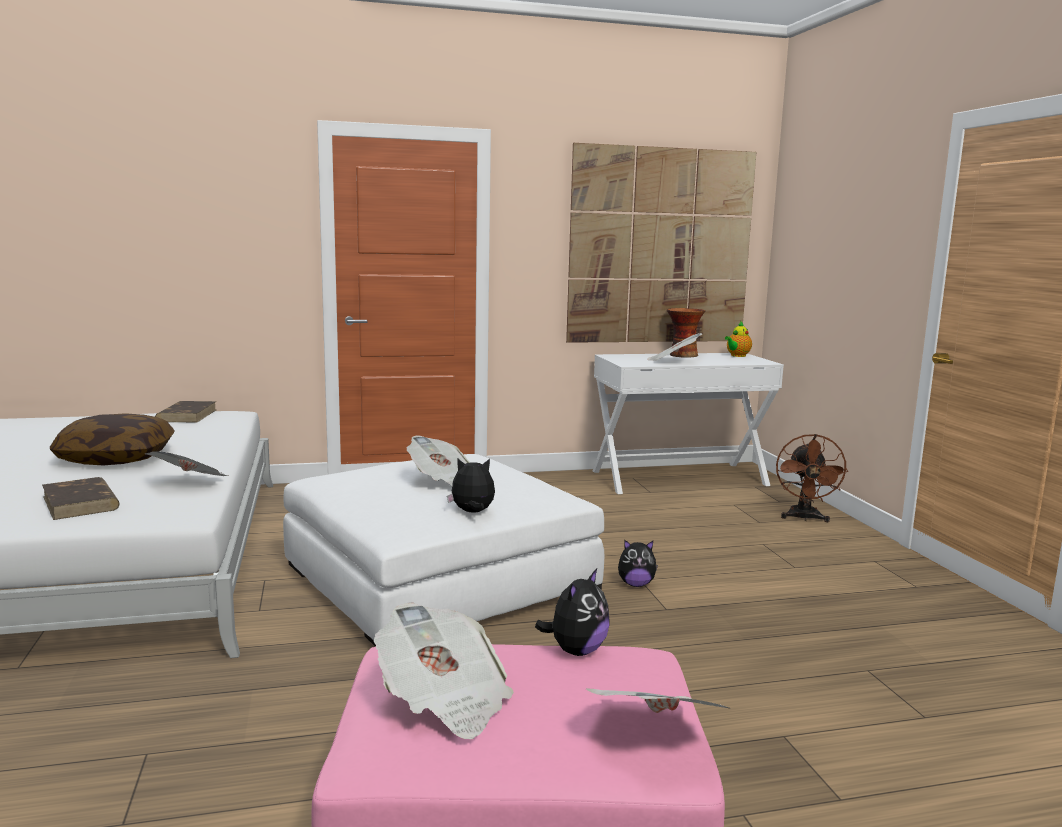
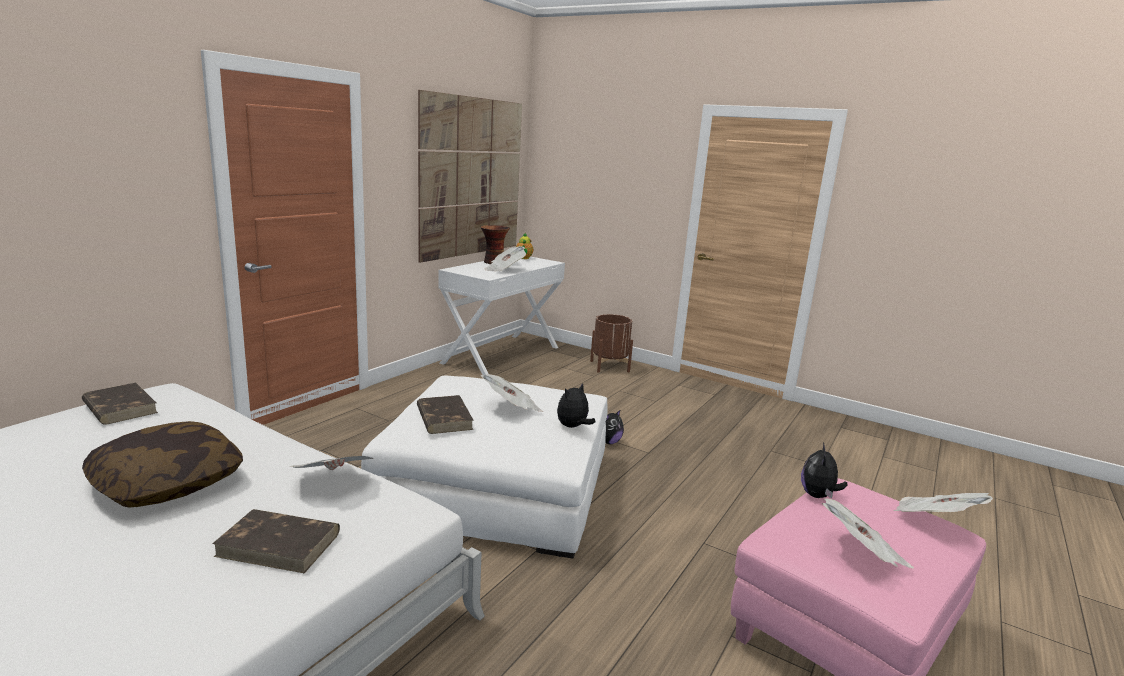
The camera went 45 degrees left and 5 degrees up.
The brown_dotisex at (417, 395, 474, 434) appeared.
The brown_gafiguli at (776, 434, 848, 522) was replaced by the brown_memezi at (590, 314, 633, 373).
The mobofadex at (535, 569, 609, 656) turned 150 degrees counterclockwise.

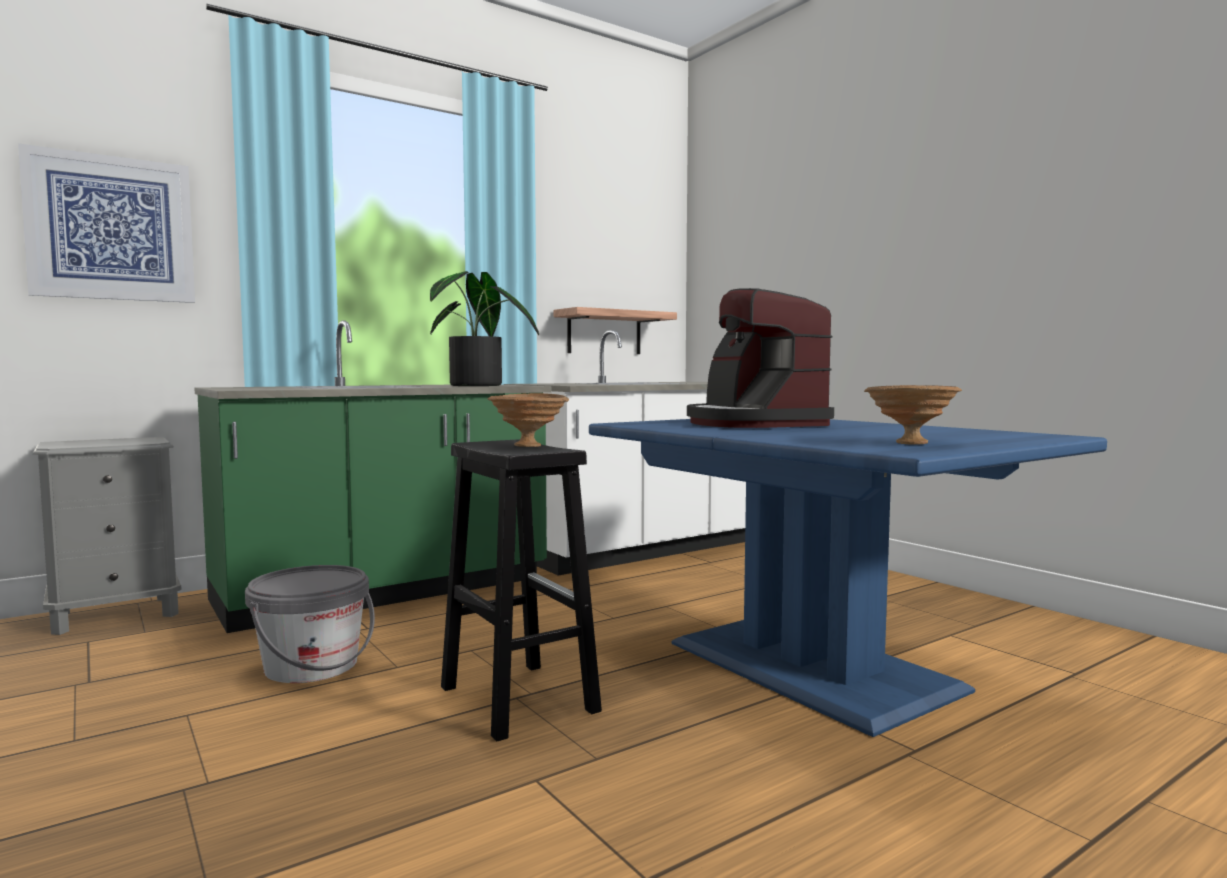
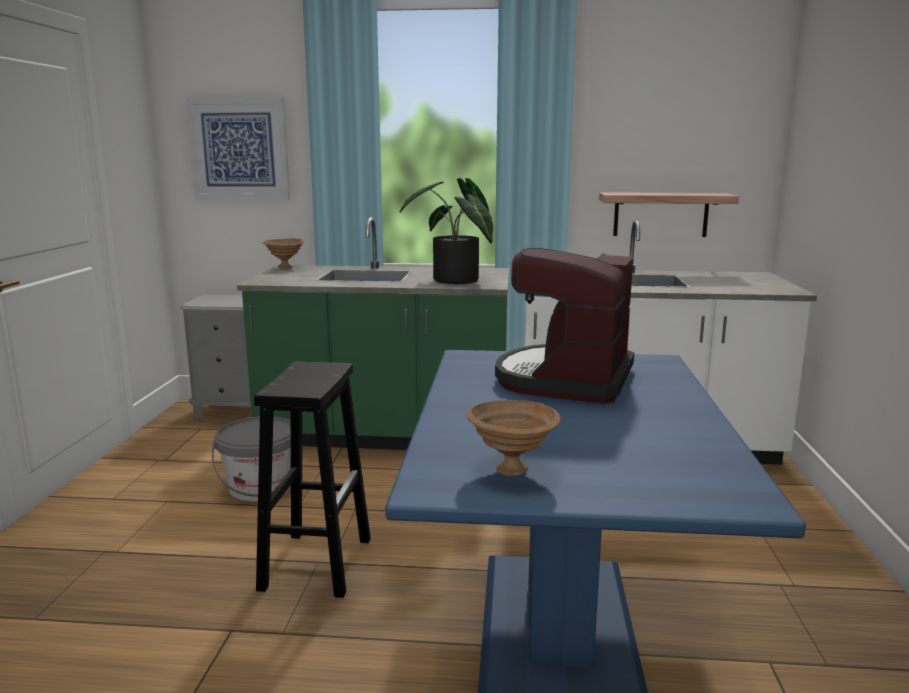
The camera went 40 degrees right and 10 degrees up.
The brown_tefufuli moved from (487, 393, 569, 447) to (263, 238, 304, 268).

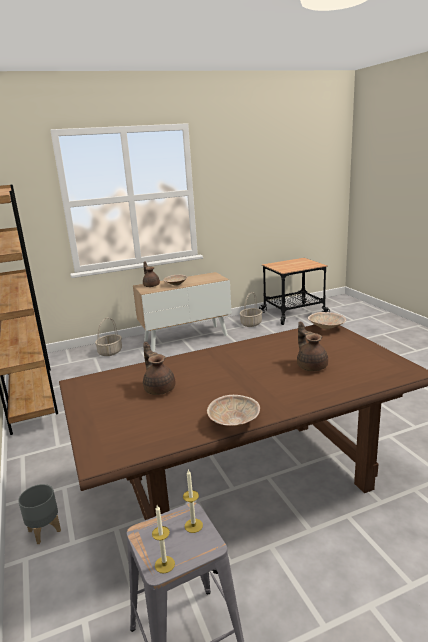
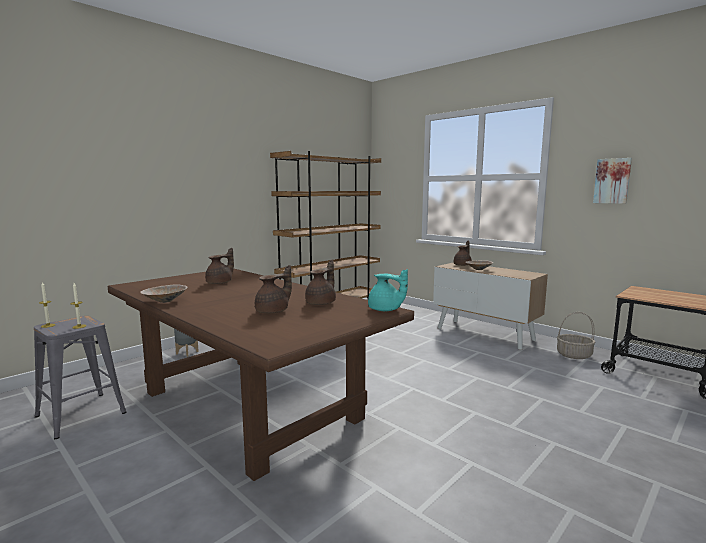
The camera went 65 degrees right and 10 degrees down.
The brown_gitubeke at (305, 260, 336, 305) appeared.
The beige_tefufuli at (308, 312, 346, 329) was replaced by the turquoise_gitubeke at (368, 269, 408, 311).
The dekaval at (593, 158, 632, 204) appeared.
The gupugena at (95, 318, 122, 356) disappeared.

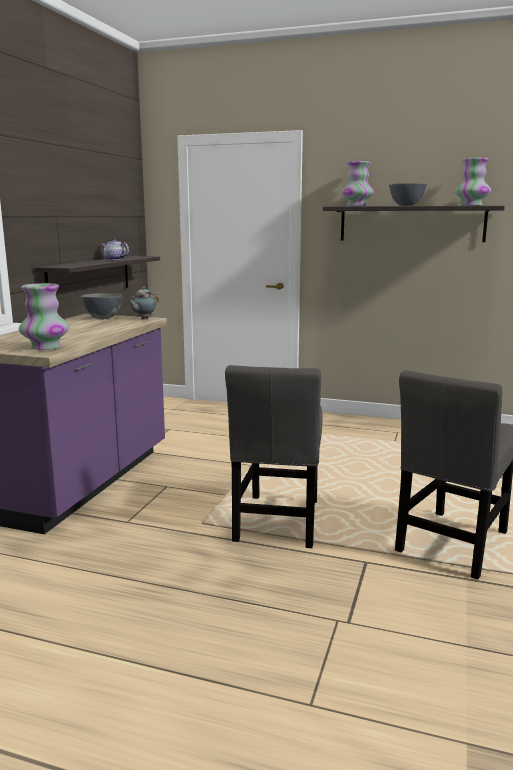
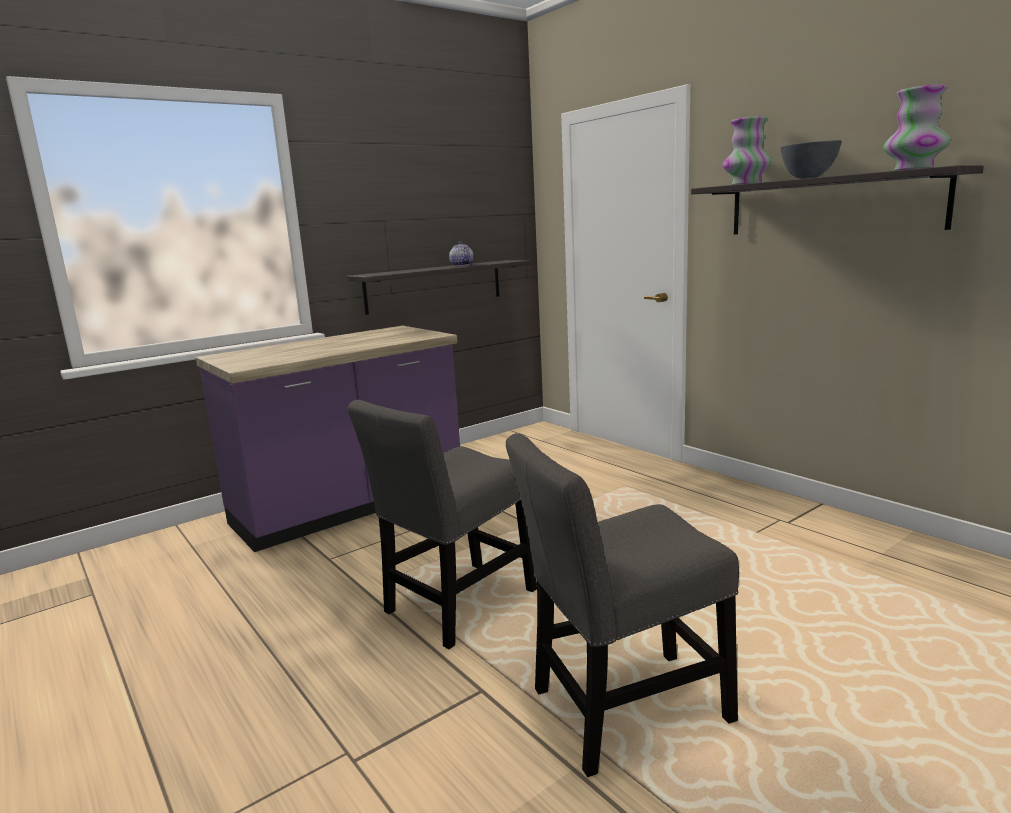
The camera went 35 degrees right and 0 degrees up.
The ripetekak at (19, 283, 69, 350) disappeared.
The grey_tefufuli at (81, 293, 123, 319) disappeared.
The gitubeke at (127, 286, 159, 319) disappeared.

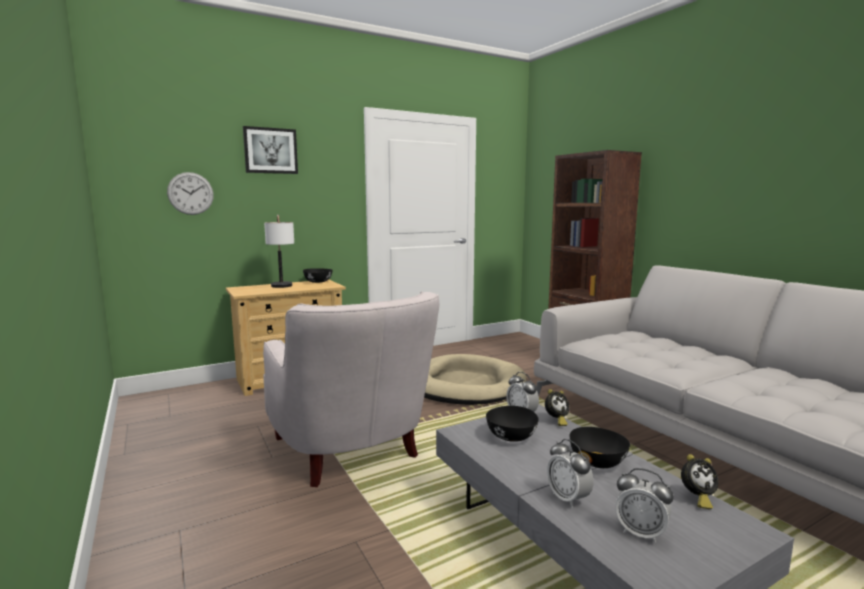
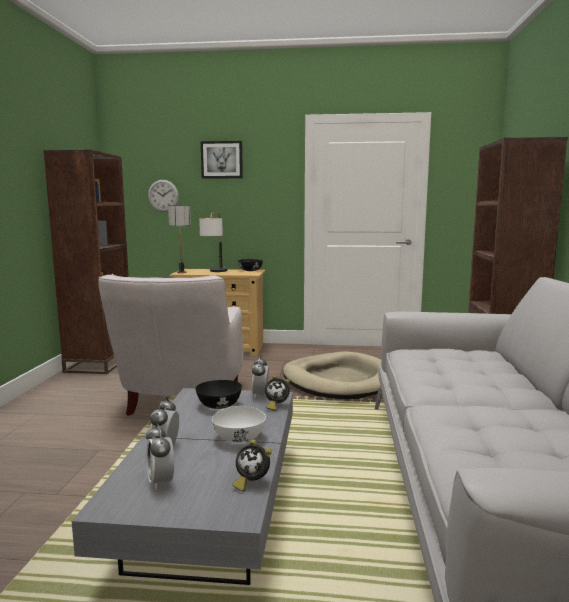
The camera went 35 degrees right and 0 degrees up.
The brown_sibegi at (43, 150, 129, 374) appeared.
The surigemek at (168, 205, 191, 273) appeared.
The black_tefufuli at (569, 427, 630, 468) became the white_tefufuli at (212, 406, 266, 443).

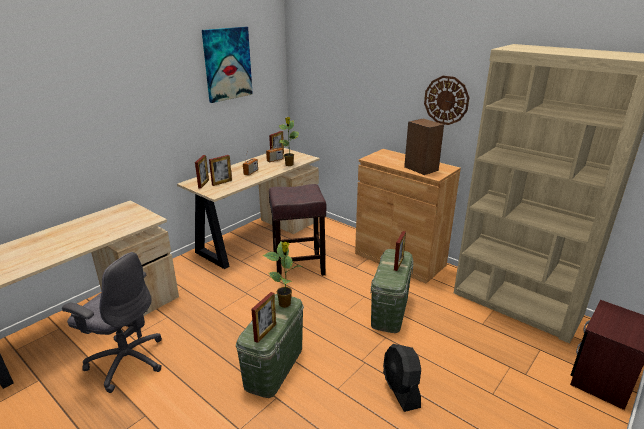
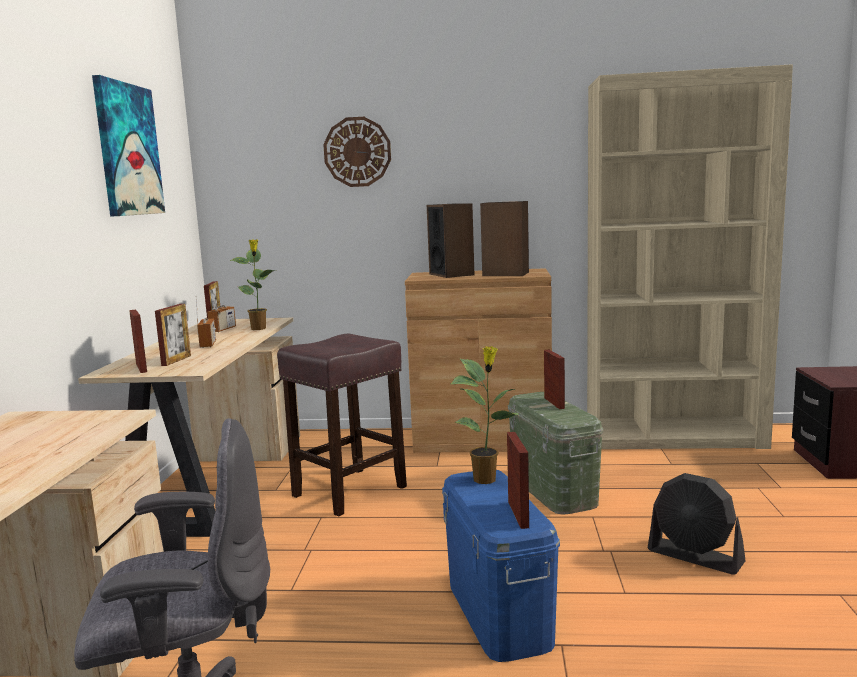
The camera went 35 degrees left and 15 degrees down.
The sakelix moved from (424, 76, 470, 125) to (323, 117, 391, 187).
The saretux at (427, 203, 474, 278) appeared.
The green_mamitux at (236, 294, 304, 398) became the blue_mamitux at (442, 470, 560, 662).

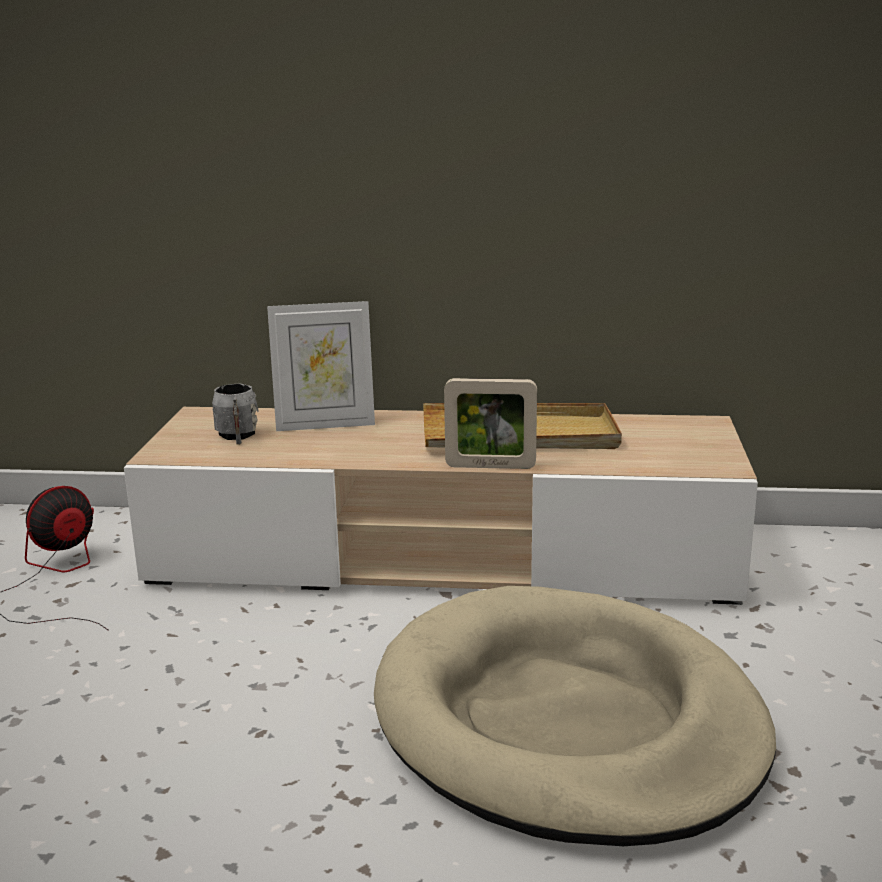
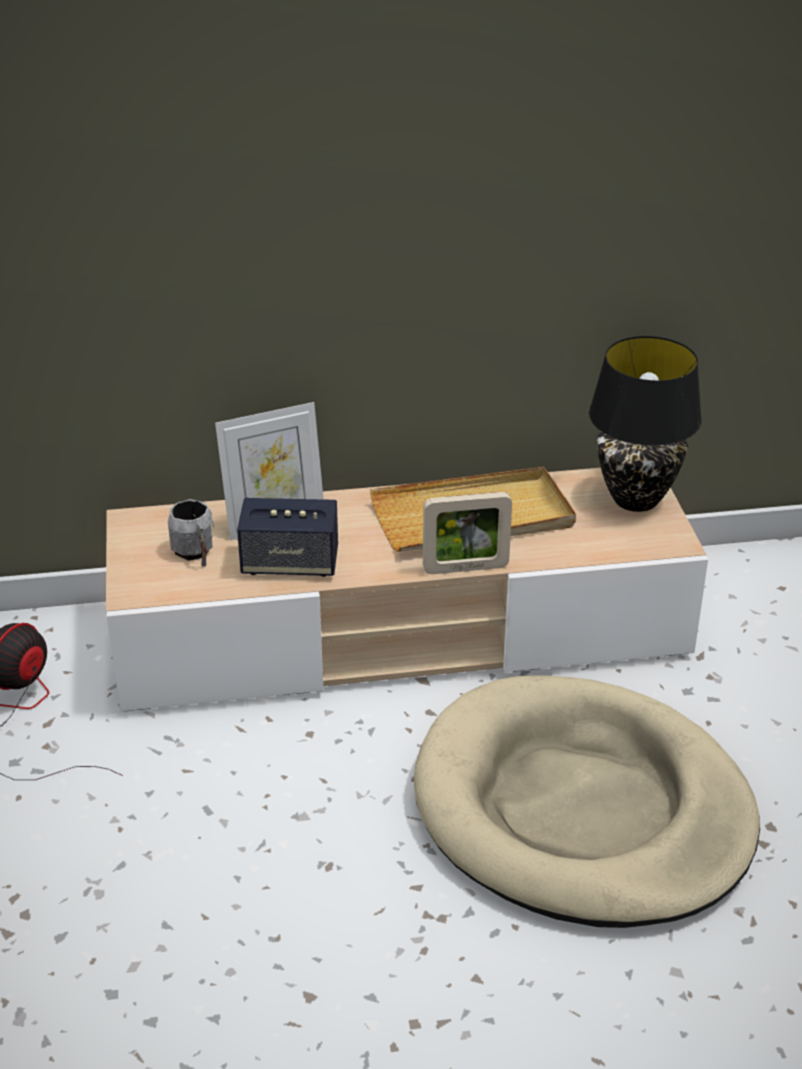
The camera went 15 degrees left and 15 degrees up.
The saretux at (237, 498, 338, 577) appeared.
The black_surigemek at (589, 336, 702, 512) appeared.

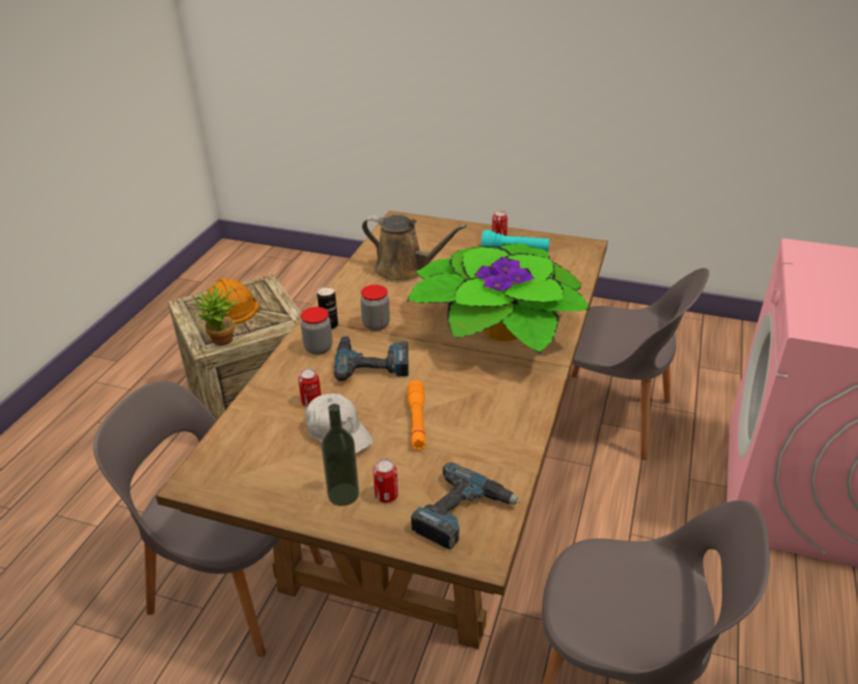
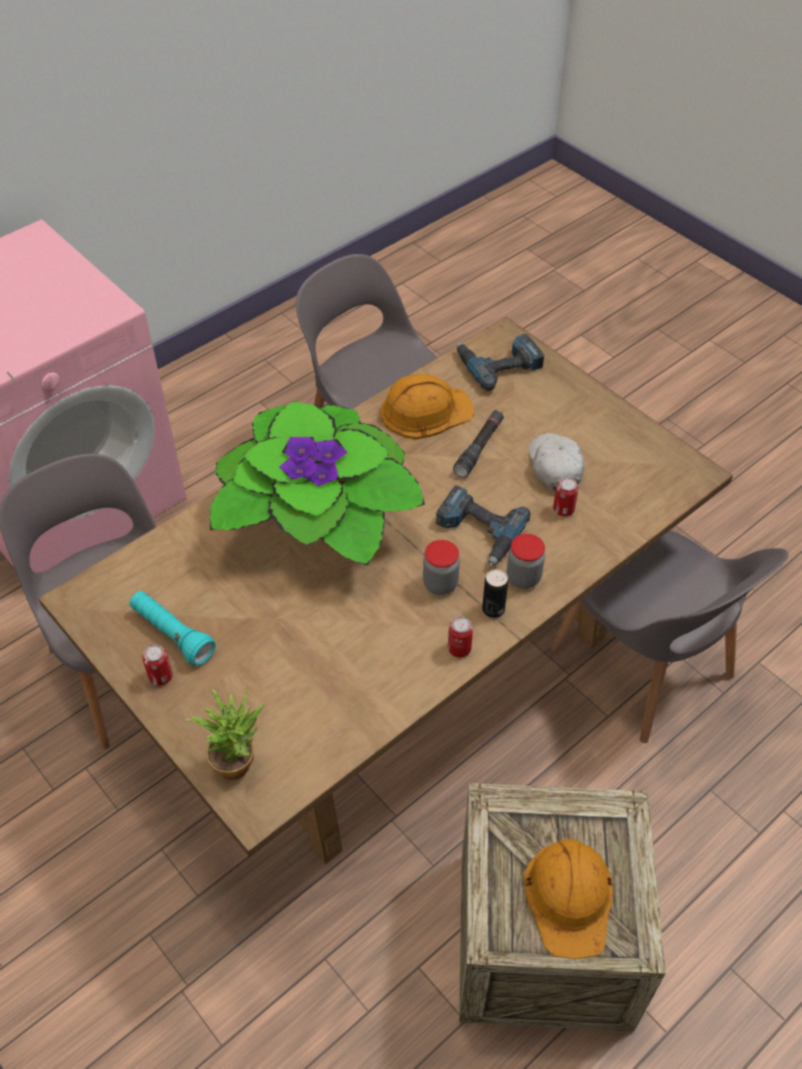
The camera went 150 degrees left and 15 degrees up.
The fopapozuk moved from (192, 282, 239, 346) to (186, 687, 265, 780).
The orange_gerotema at (380, 374, 475, 440) appeared.
The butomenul moved from (373, 459, 398, 503) to (448, 616, 473, 658).
The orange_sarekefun at (407, 380, 425, 451) became the black_sarekefun at (453, 410, 504, 477).
The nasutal at (321, 404, 359, 506) disappeared.
The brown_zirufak at (362, 215, 467, 282) disappeared.

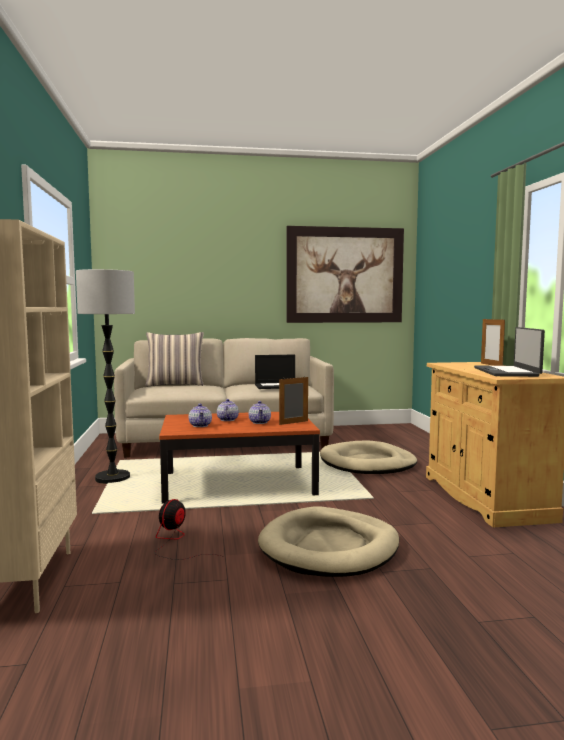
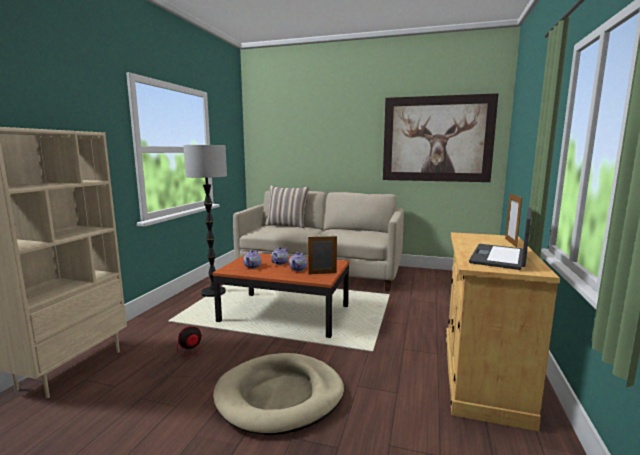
The camera went 25 degrees right and 5 degrees up.
The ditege at (255, 355, 295, 389) disappeared.
The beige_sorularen at (320, 441, 417, 474) disappeared.

